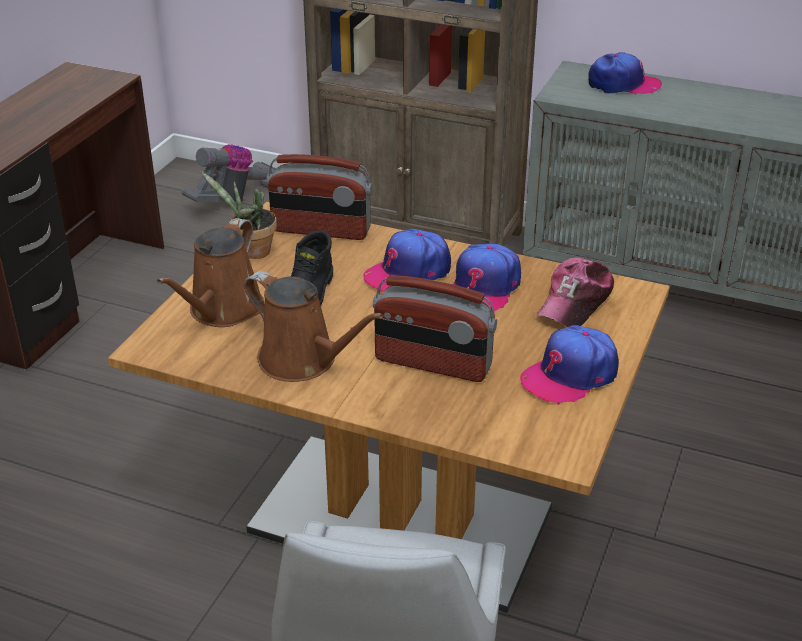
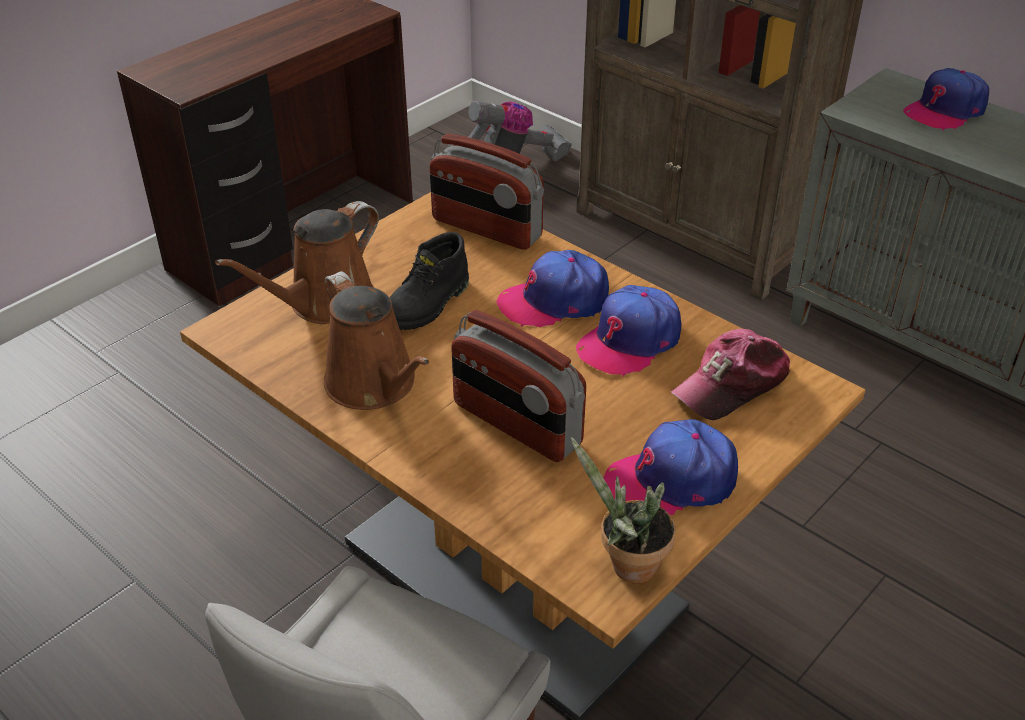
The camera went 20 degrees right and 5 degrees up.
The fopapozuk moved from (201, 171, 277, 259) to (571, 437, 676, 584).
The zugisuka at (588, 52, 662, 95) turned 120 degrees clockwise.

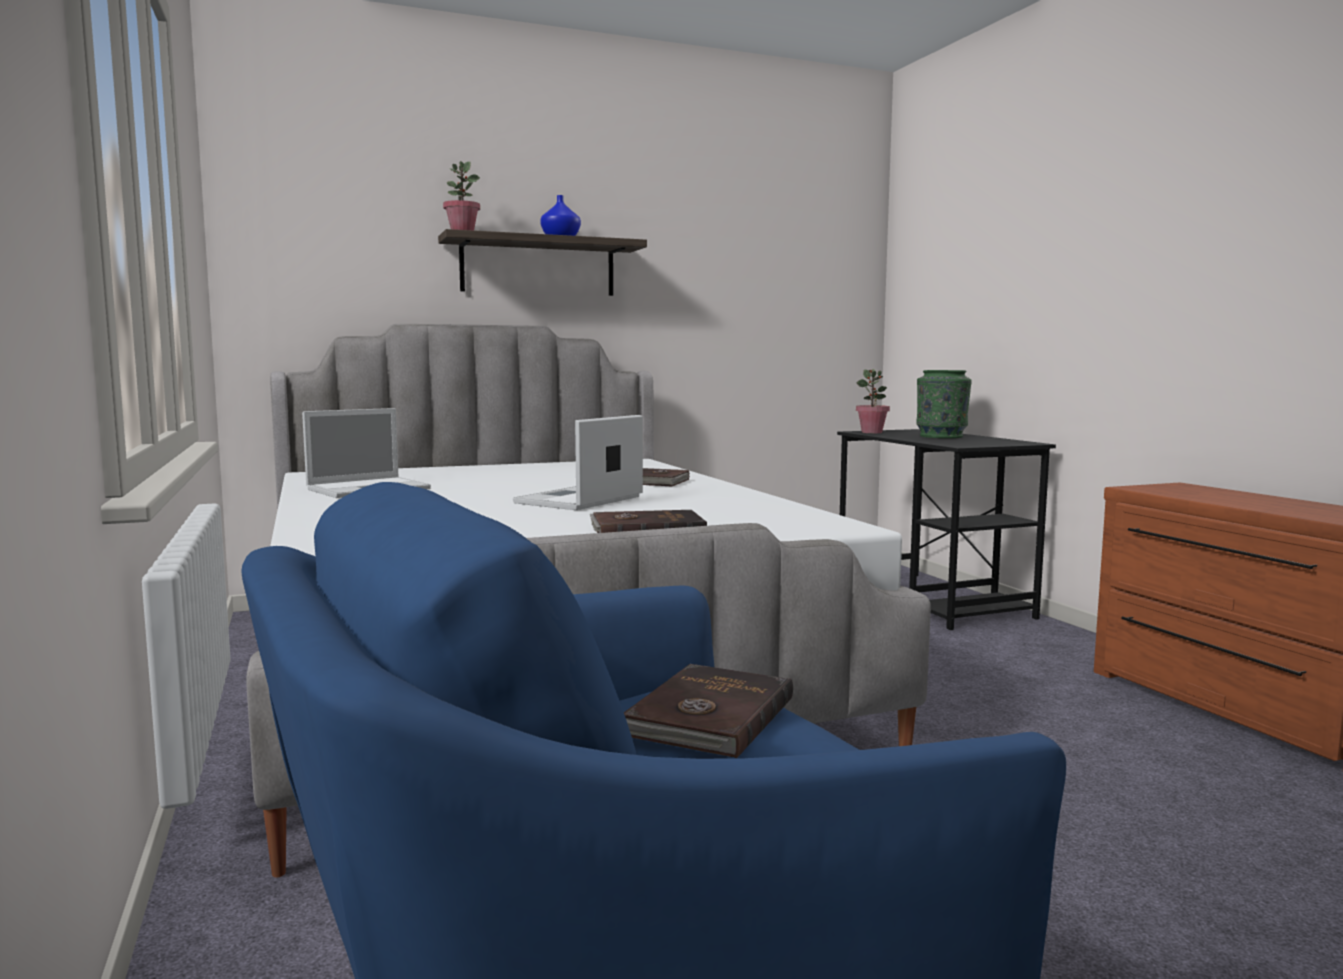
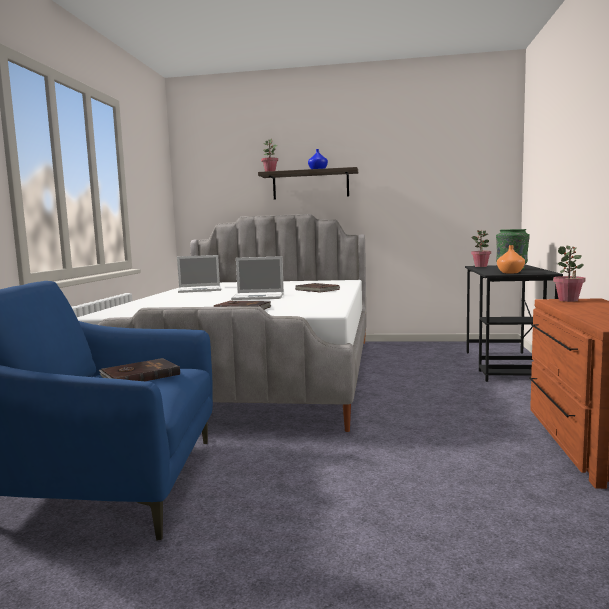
The camera went 30 degrees right and 0 degrees up.
The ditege at (513, 415, 643, 510) turned 150 degrees counterclockwise.
The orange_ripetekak at (497, 245, 525, 273) appeared.
The fopapozuk at (553, 246, 585, 302) appeared.

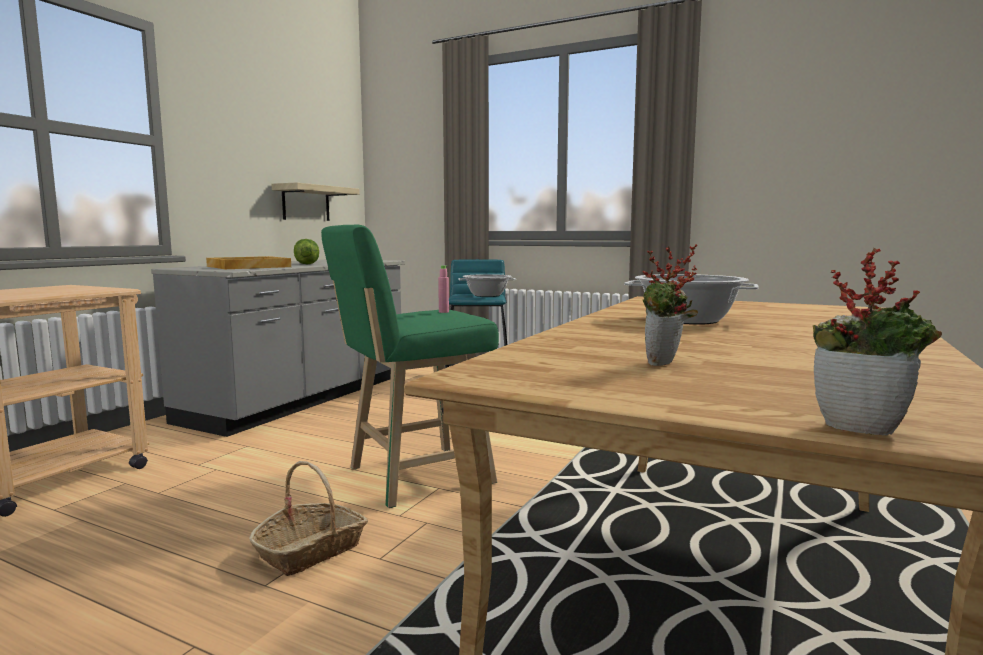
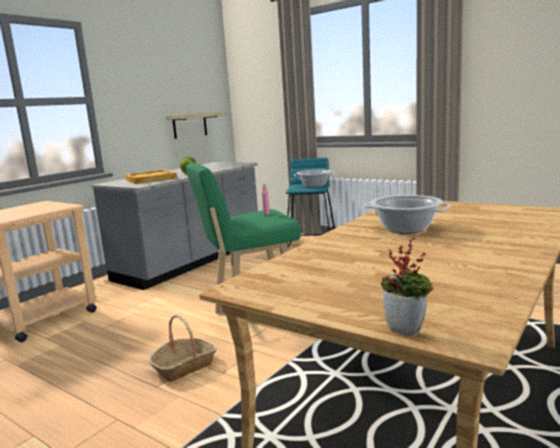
The camera went 10 degrees right and 5 degrees up.
The fopapozuk at (642, 244, 698, 366) disappeared.

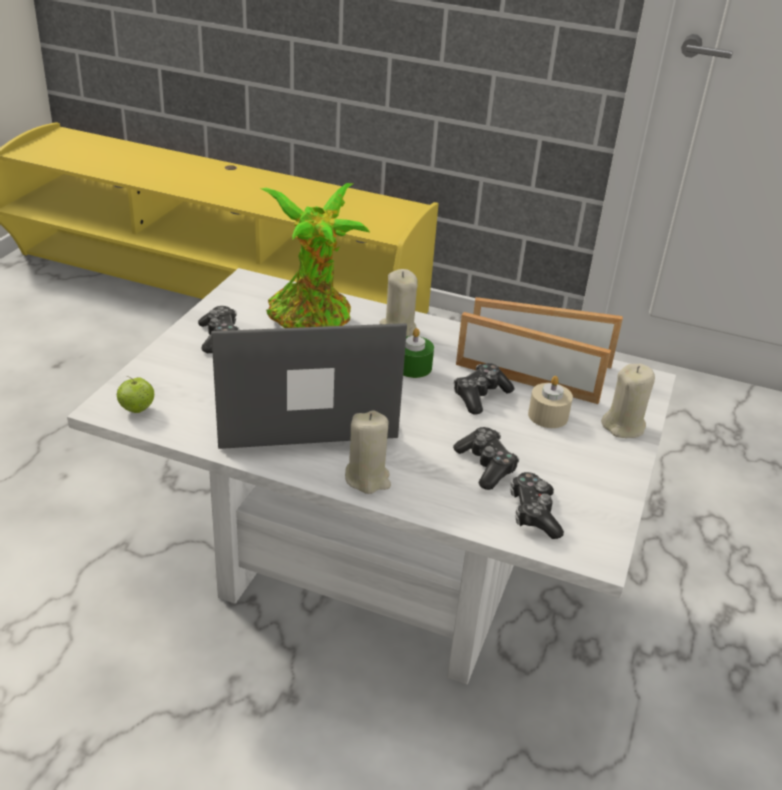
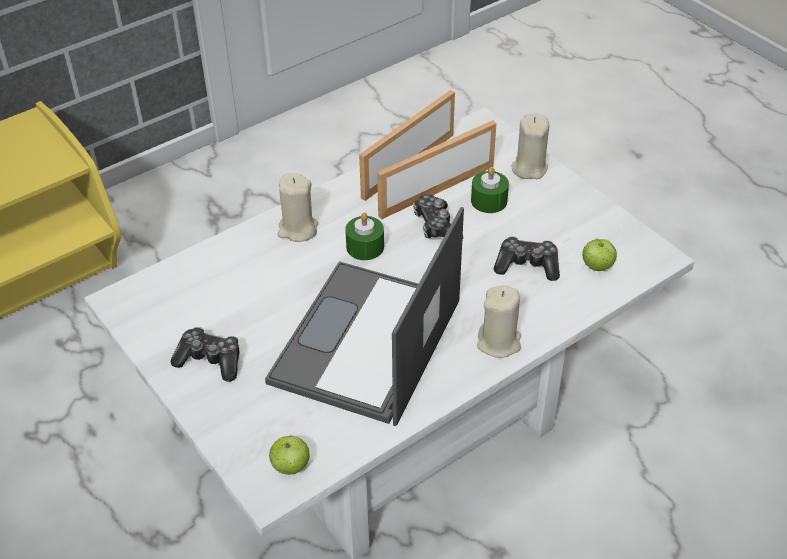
The camera went 55 degrees left and 10 degrees up.
The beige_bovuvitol at (528, 376, 573, 428) became the green_bovuvitol at (471, 167, 509, 213).
The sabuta at (510, 472, 564, 539) was replaced by the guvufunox at (582, 238, 617, 271).
The fopapozuk at (260, 183, 370, 328) disappeared.

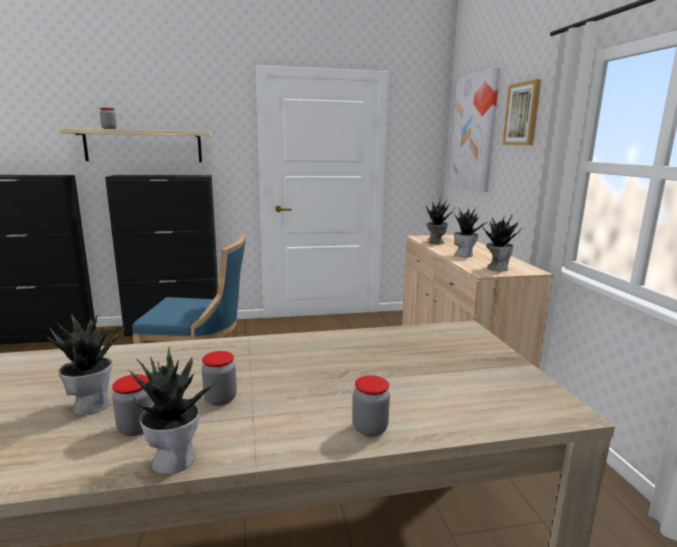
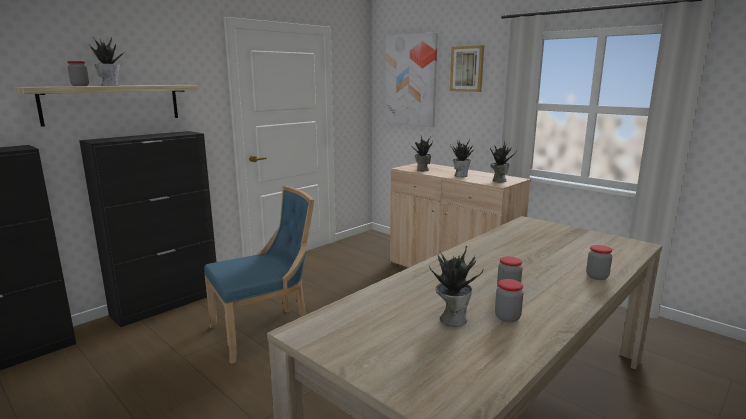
The camera went 35 degrees left and 0 degrees up.
The fopapozuk moved from (128, 347, 220, 474) to (90, 37, 126, 86).

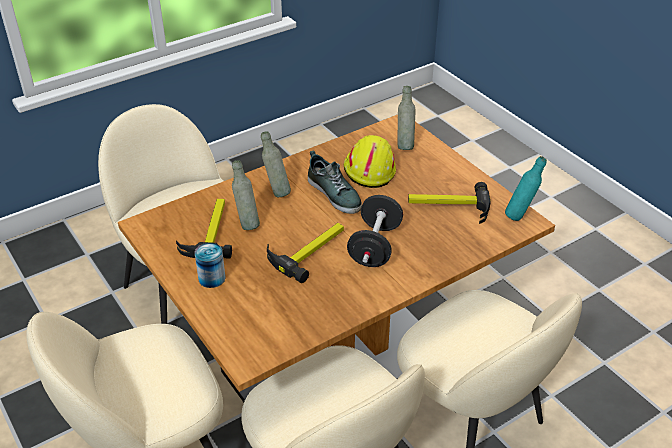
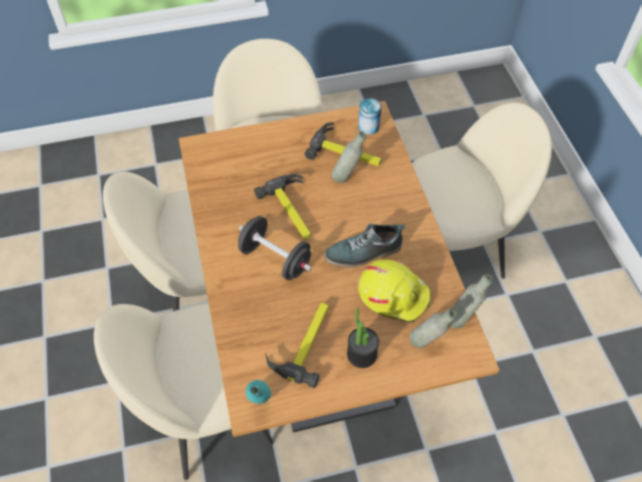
The camera went 110 degrees right and 15 degrees up.
The fopapozuk at (347, 307, 379, 368) appeared.
The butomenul moved from (195, 243, 225, 288) to (358, 98, 382, 135).
The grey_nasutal moved from (261, 131, 291, 197) to (450, 274, 493, 329).

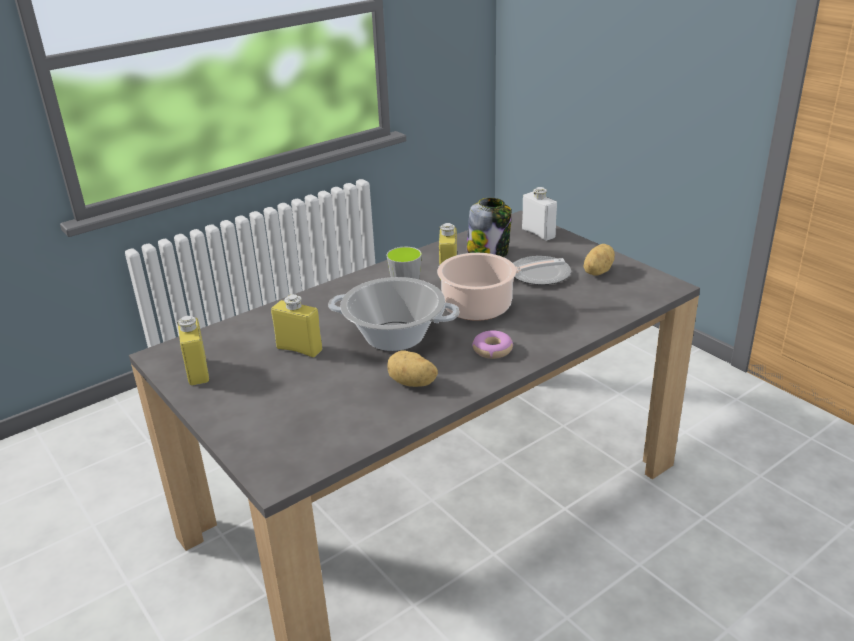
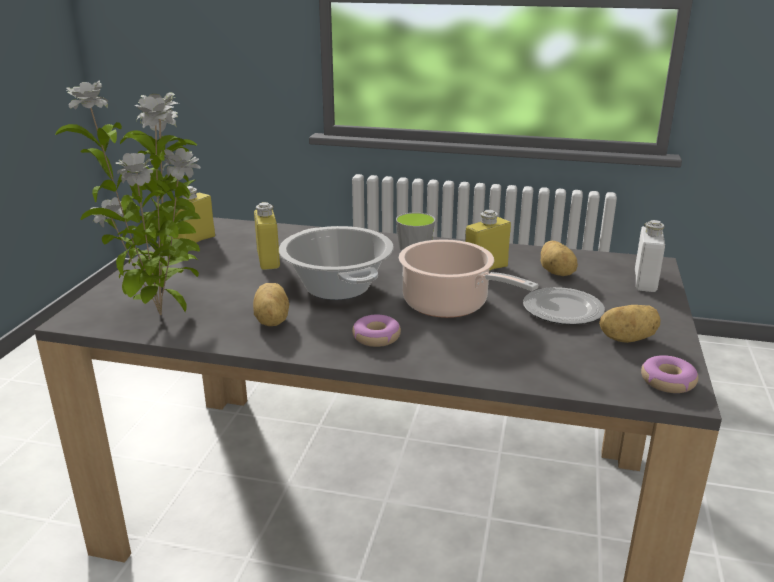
The camera went 50 degrees right and 5 degrees down.
The fopapozuk at (55, 81, 201, 315) appeared.
The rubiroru at (467, 198, 512, 257) was replaced by the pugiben at (541, 241, 578, 276).
The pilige at (641, 355, 698, 393) appeared.

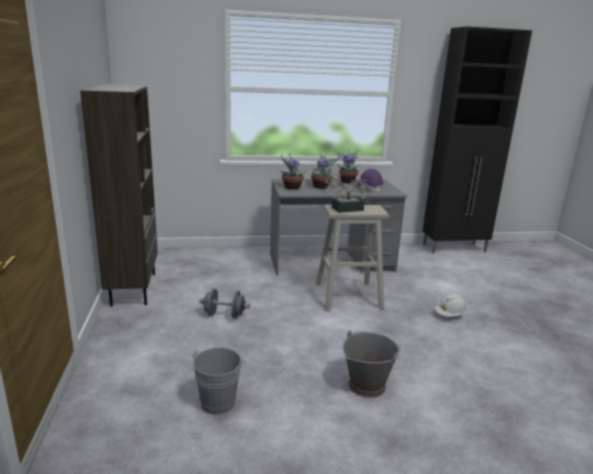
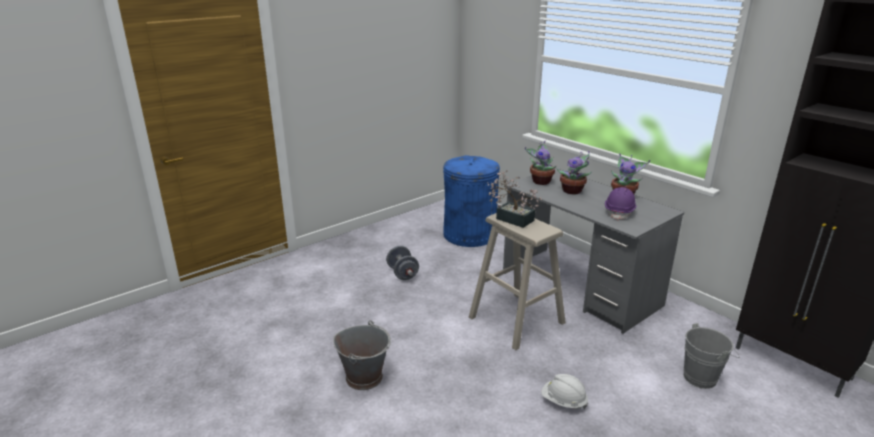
The camera went 60 degrees right and 5 degrees up.
The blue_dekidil at (443, 155, 500, 247) appeared.
The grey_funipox moved from (193, 347, 247, 415) to (683, 323, 740, 389).
The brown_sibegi at (80, 84, 158, 306) disappeared.

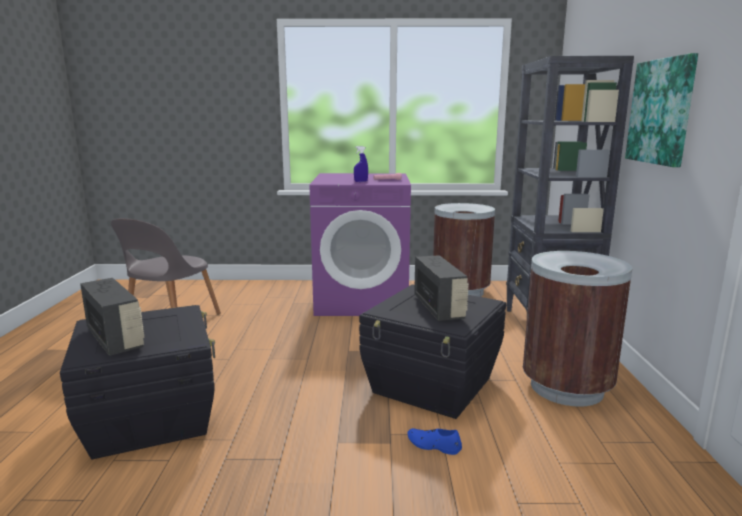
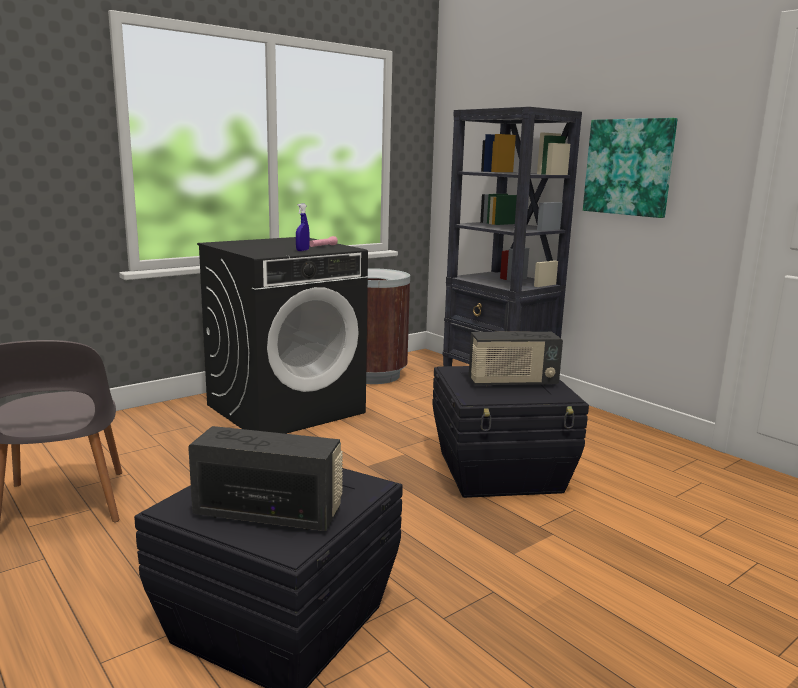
The camera went 40 degrees left and 0 degrees up.
The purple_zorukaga at (309, 173, 411, 316) became the black_zorukaga at (197, 237, 368, 434).
The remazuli at (414, 255, 469, 321) turned 135 degrees clockwise.
The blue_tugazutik at (407, 428, 462, 455) disappeared.
The brown_dekidil at (523, 251, 633, 407) disappeared.

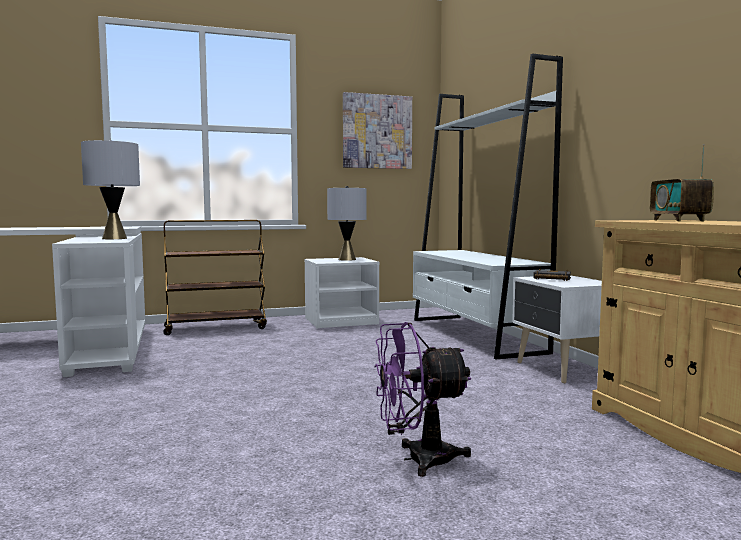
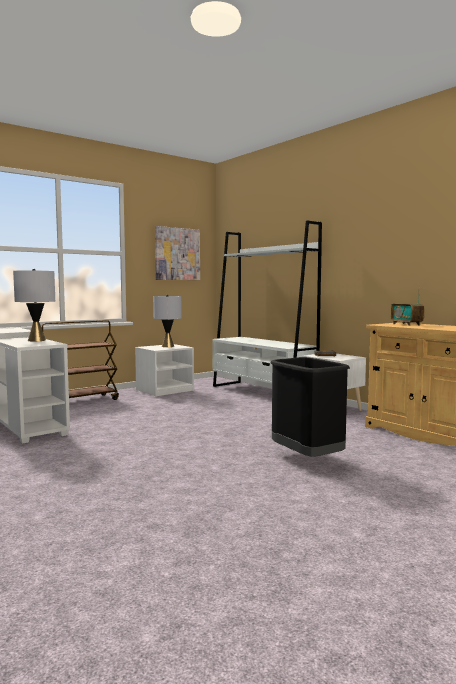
The camera went 20 degrees left and 0 degrees up.
The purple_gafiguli at (374, 322, 472, 477) was replaced by the black_dekidil at (271, 357, 350, 457).

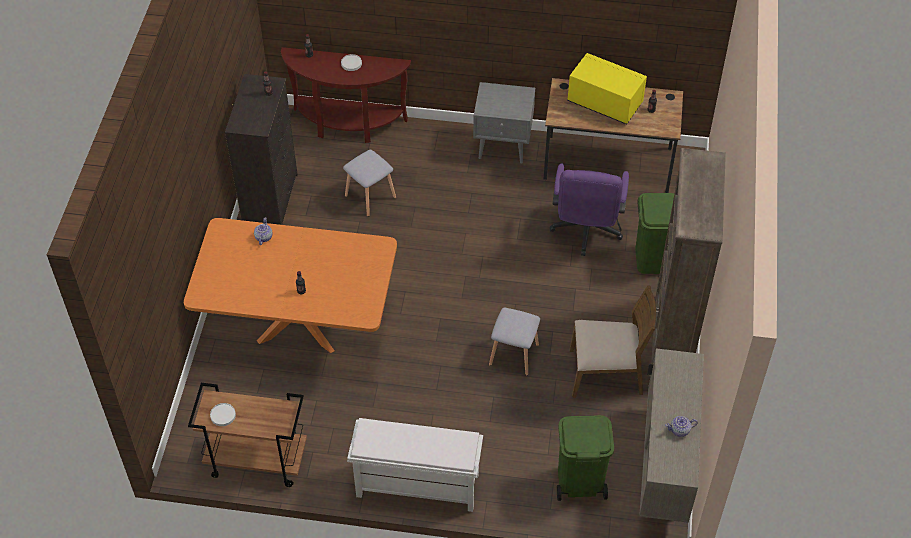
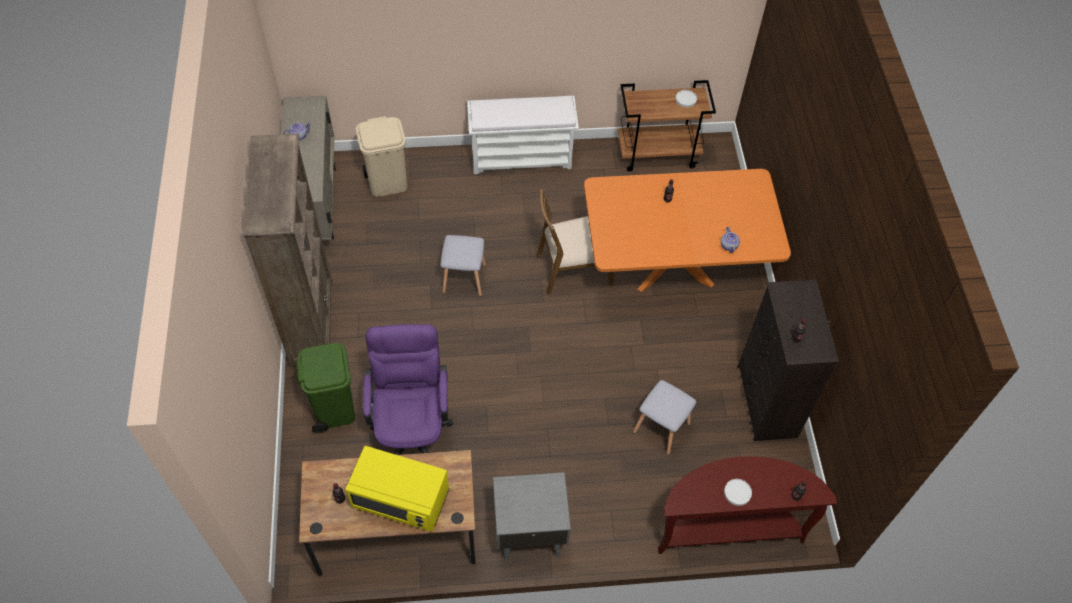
The camera went 165 degrees right and 5 degrees up.
The green_dekidil at (557, 415, 614, 501) became the beige_dekidil at (356, 116, 407, 197).
The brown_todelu moved from (570, 285, 656, 398) to (536, 189, 614, 295).

